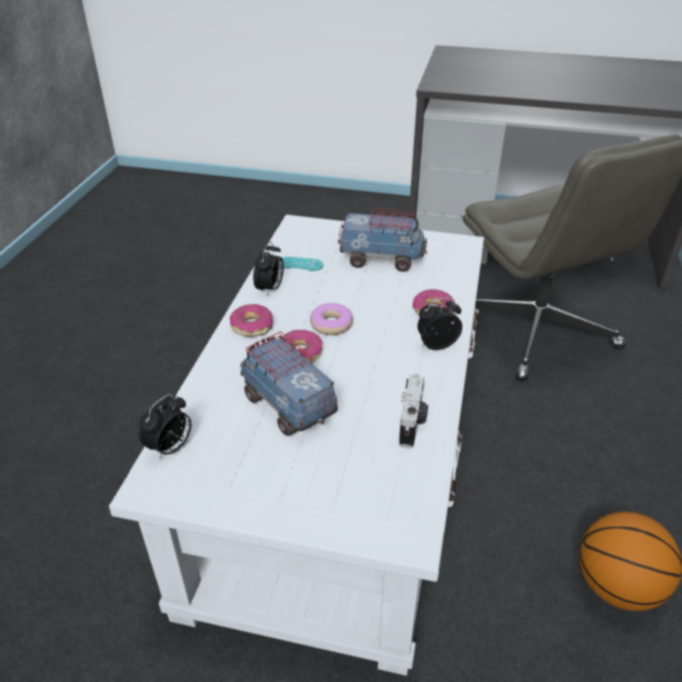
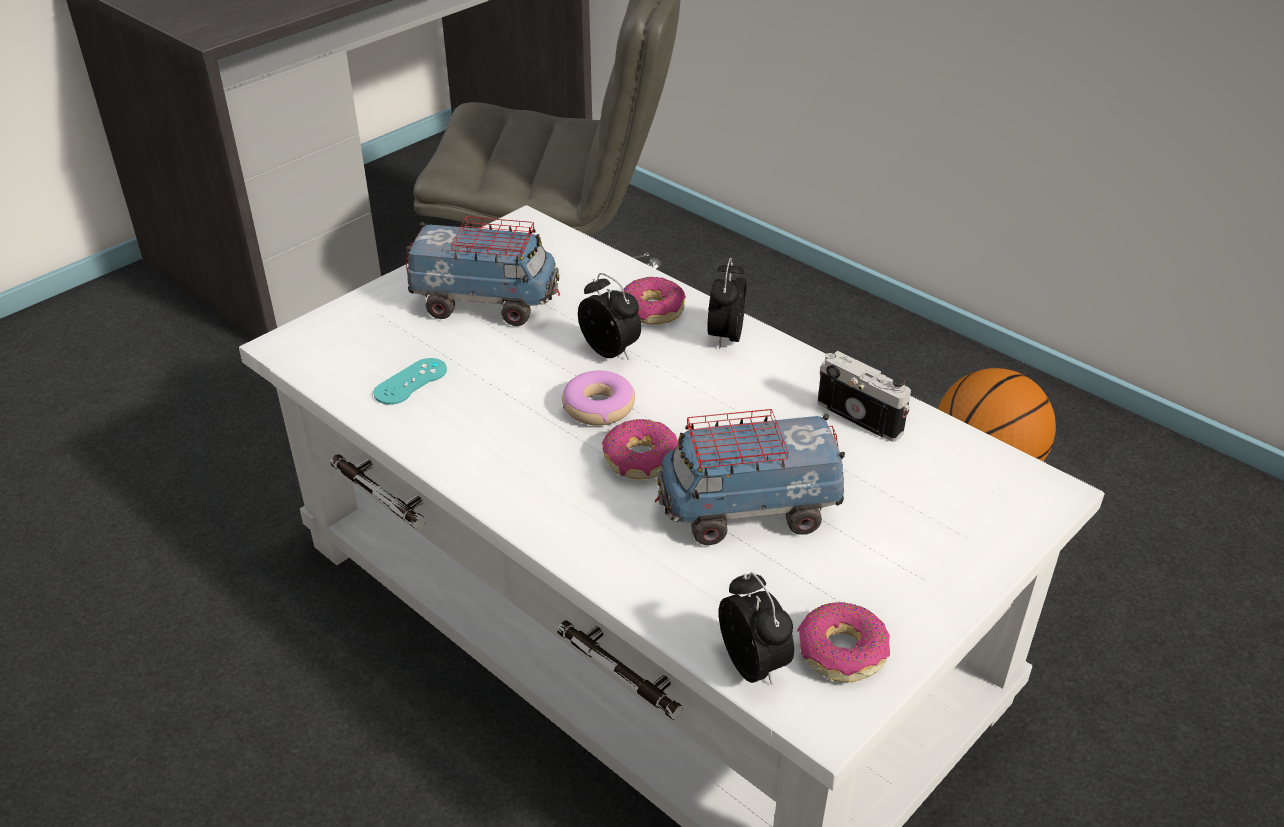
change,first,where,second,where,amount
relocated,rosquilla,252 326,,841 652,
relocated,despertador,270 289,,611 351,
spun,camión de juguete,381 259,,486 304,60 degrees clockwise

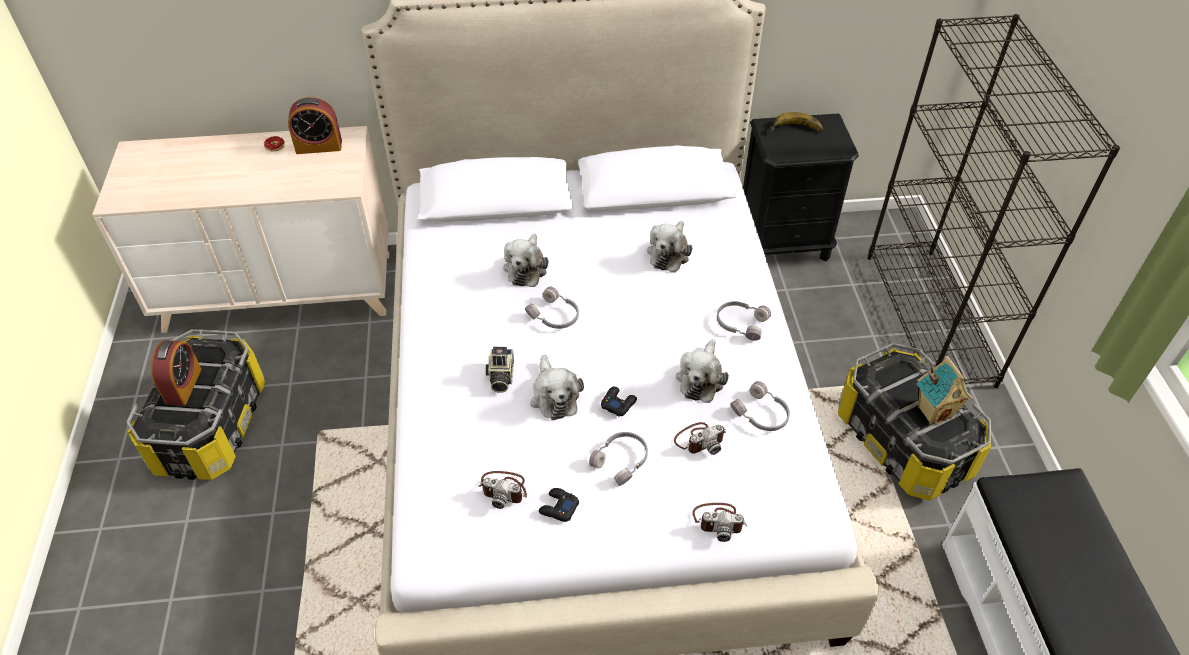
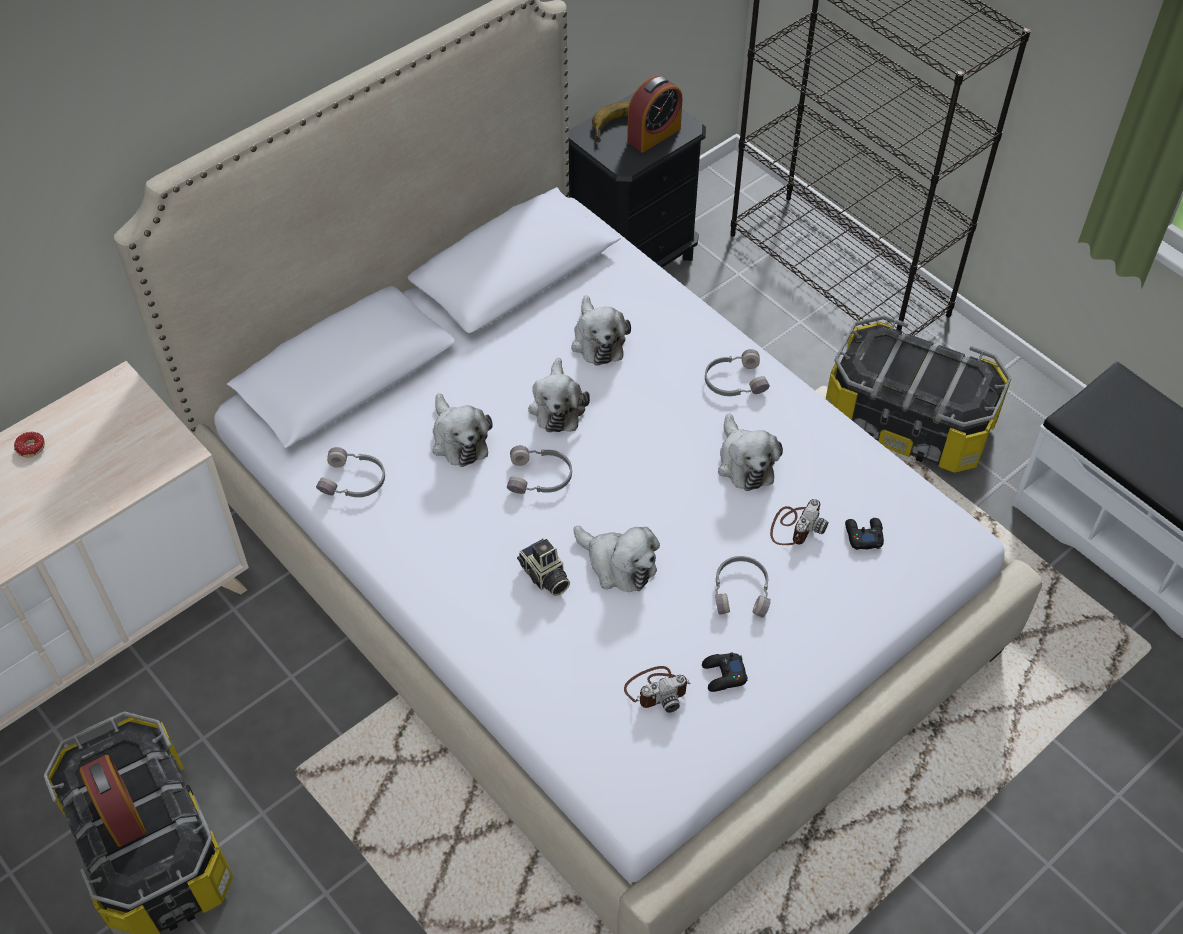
change,first,where,second,where,amount
relocated,despertador,319 146,,654 135,
relocated,mando de consola/negro,618 403,,863 535,
missing,cámara,719 521,,,
relocated,auriculares/gris,761 414,,354 481,
missing,casita,934 412,,,
appeared,,,peluche,557 406,

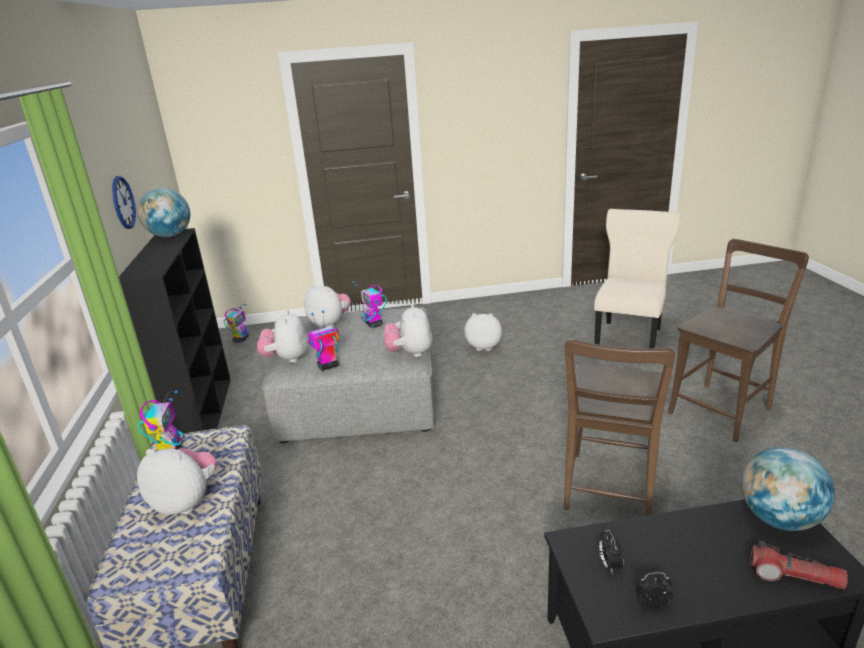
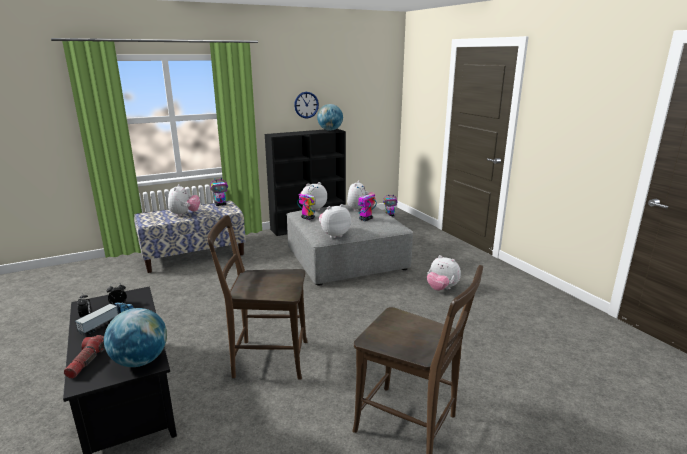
change,first,where,second,where,amount
spun,peluche,484 346,,441 289,135 degrees clockwise
missing,silla/beis,629 338,,,
appeared,,,camión de juguete,108 322,

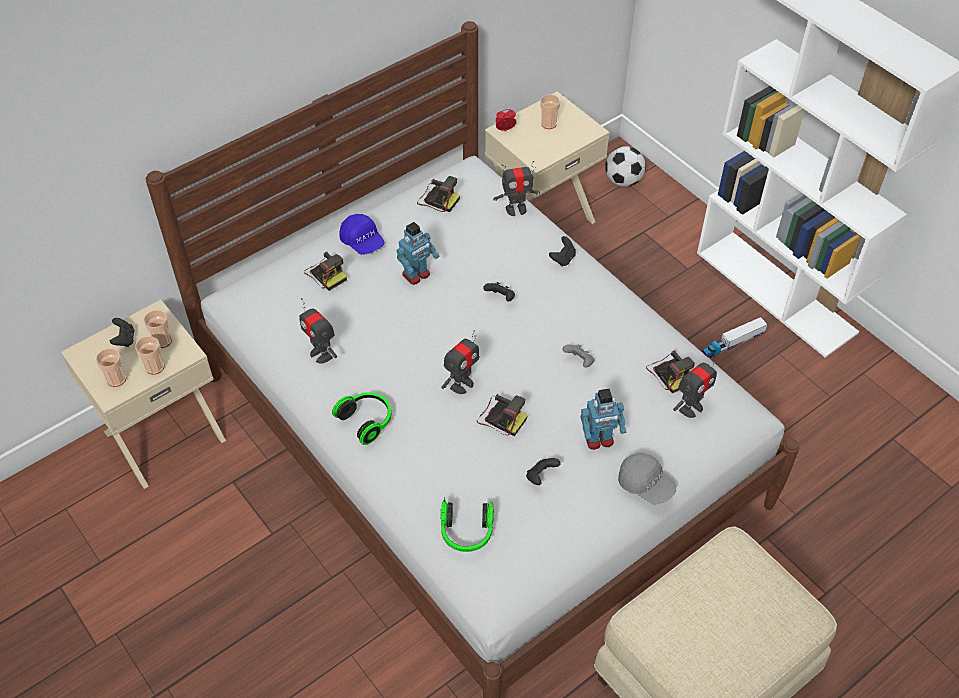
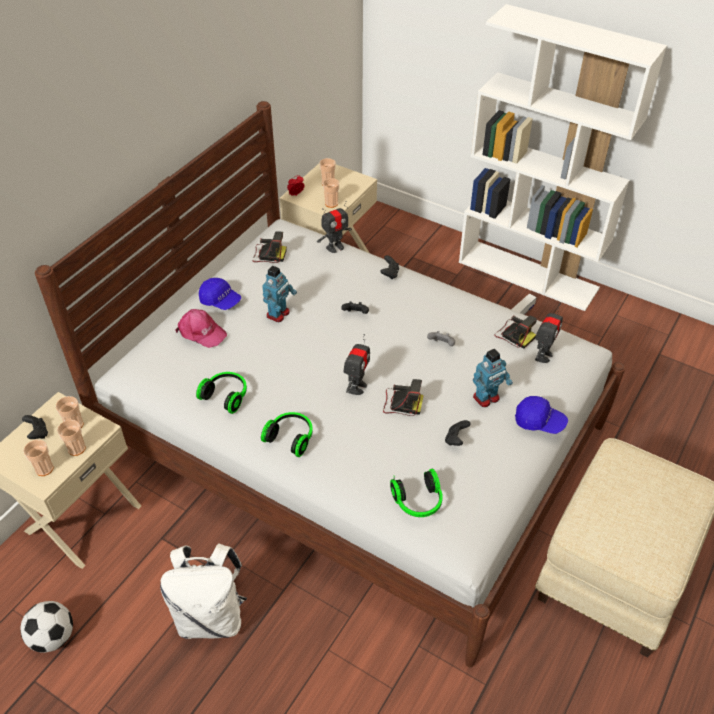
change,first,where,second,where,amount
exchanged,robot de juguete,321 354,auriculares,226 396,
exchanged,cámara,326 273,gorra/rosa,201 332,
relocated,balón de fútbol,623 181,,53 637,
colour,gorra/gris,645 484,gorra/azul,539 422,
appeared,,,mochila/blanco,211 616,
appeared,,,taza,331 203,

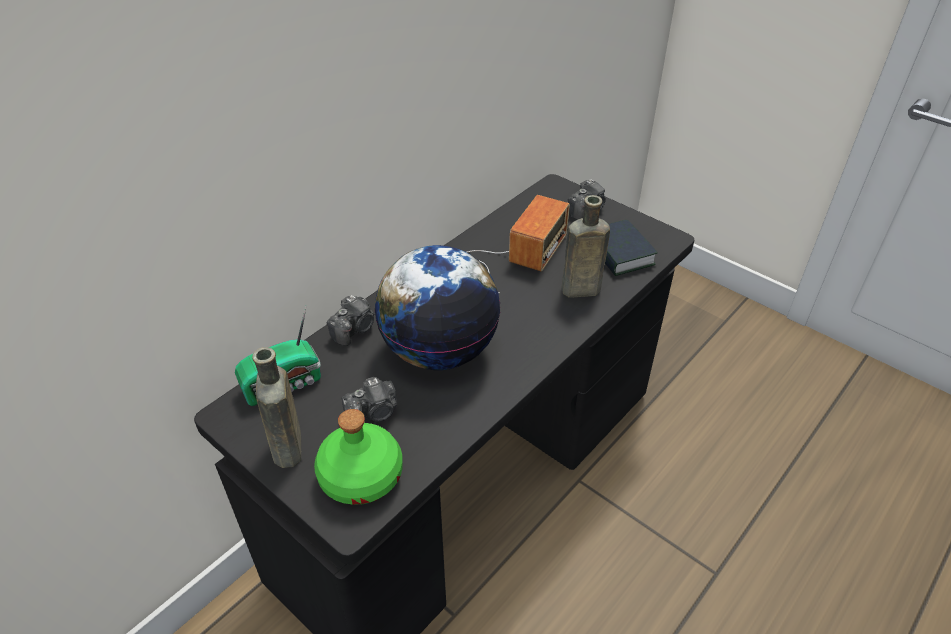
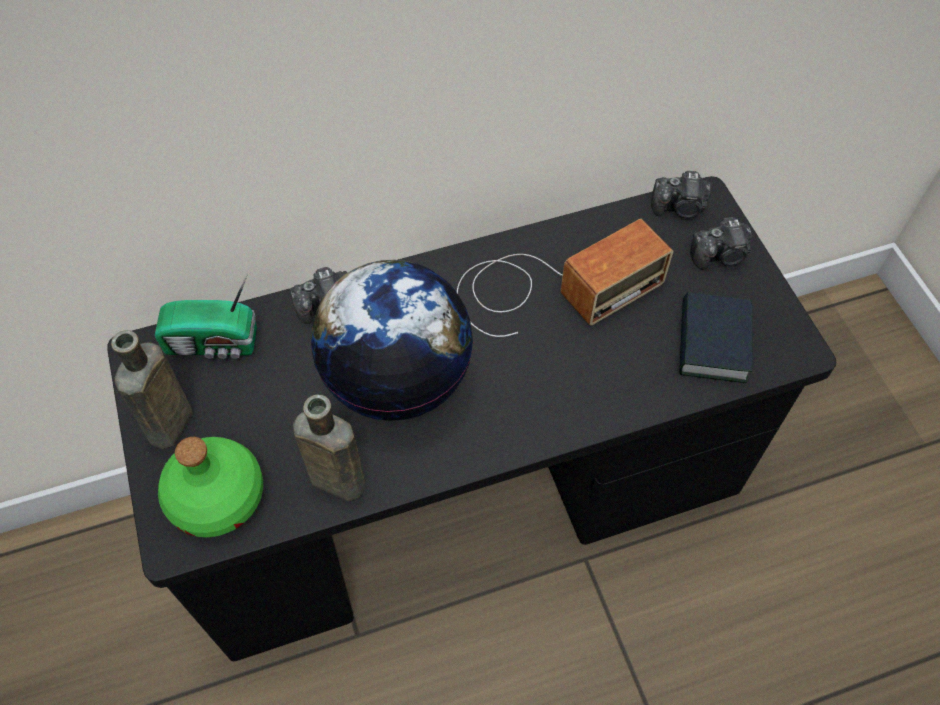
change,first,where,second,where,amount
relocated,cámara,374 413,,680 208,
relocated,botella/marrón,578 290,,334 479,

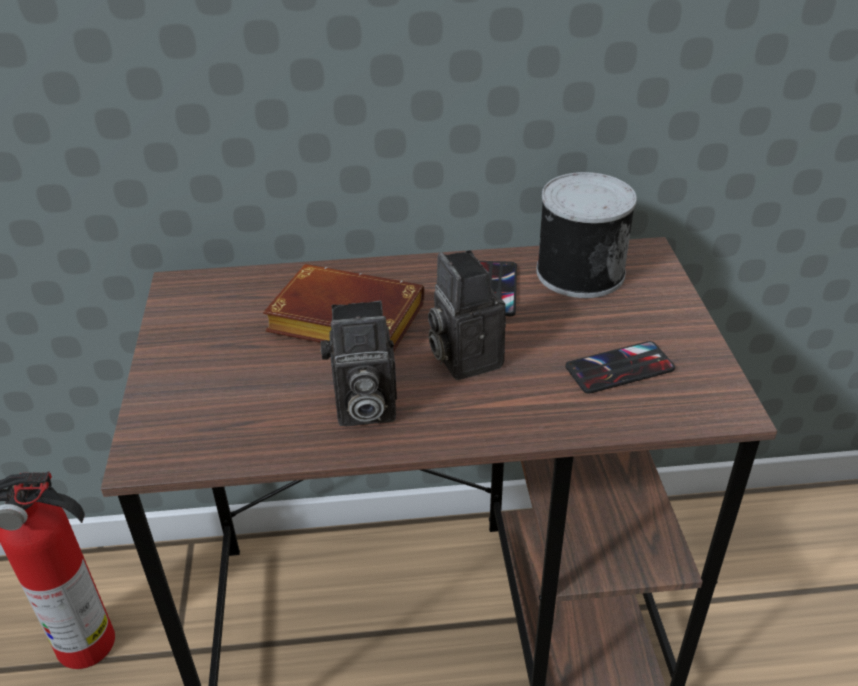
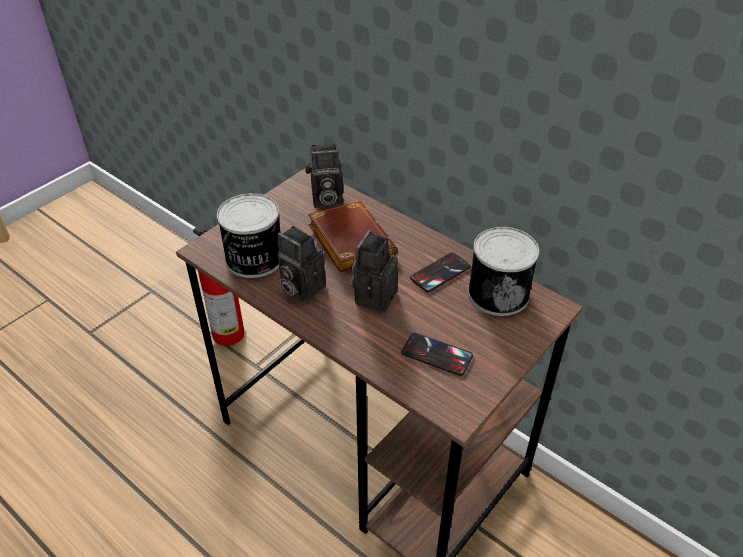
change,first,where,second,where,amount
appeared,,,lata,254 259,
appeared,,,cámara,325 200,

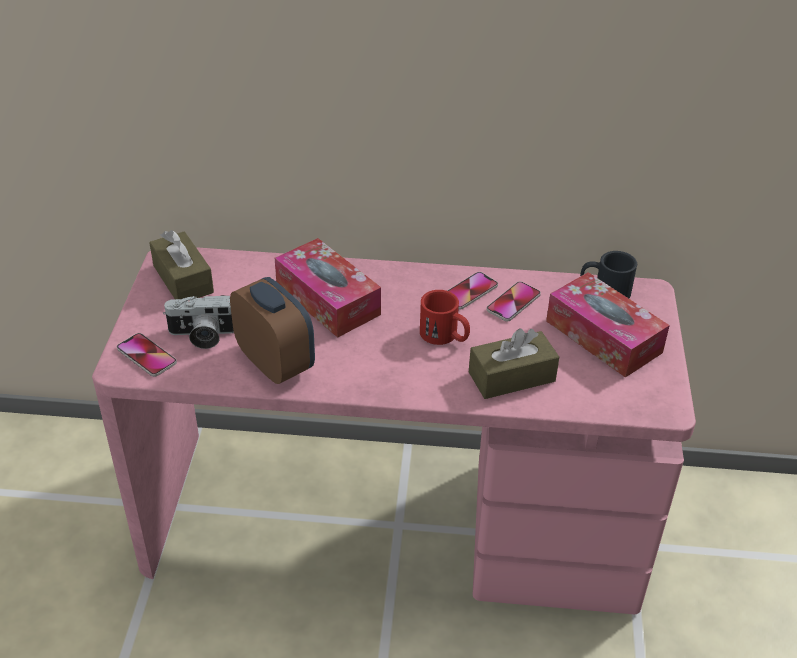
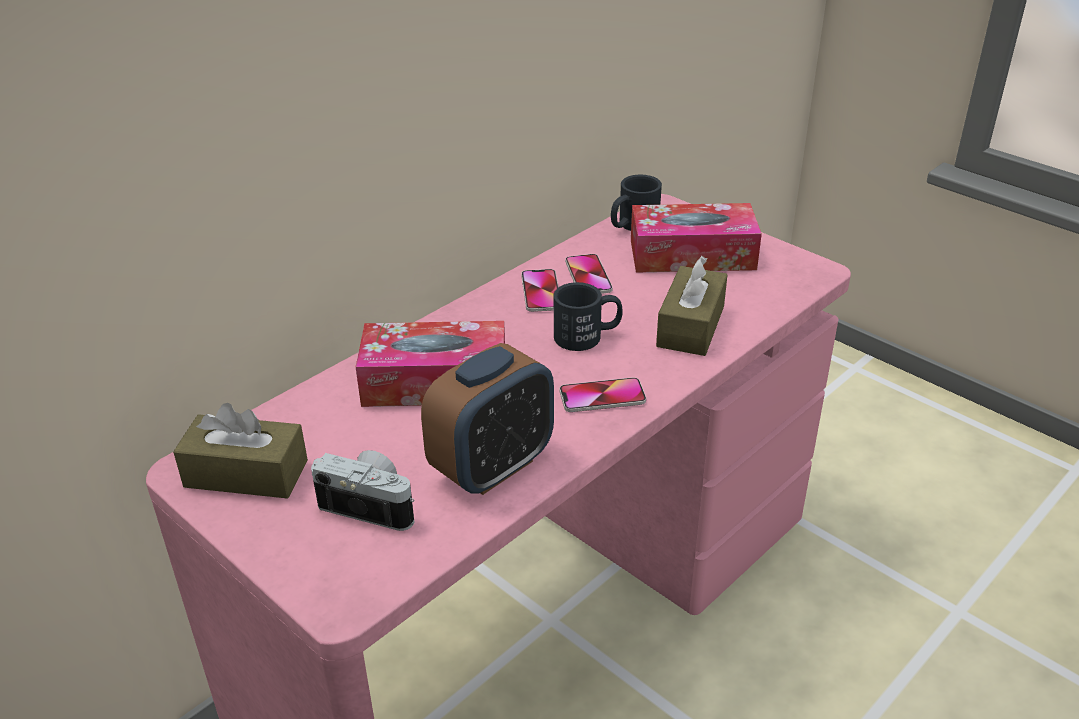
change,first,where,second,where,amount
relocated,móvil,146 356,,602 397,
spun,cámara,202 336,,372 504,105 degrees counterclockwise
spun,despertador,275 363,,492 467,135 degrees clockwise
colour,taza grande/rojo,445 336,taza grande/negro,587 336,

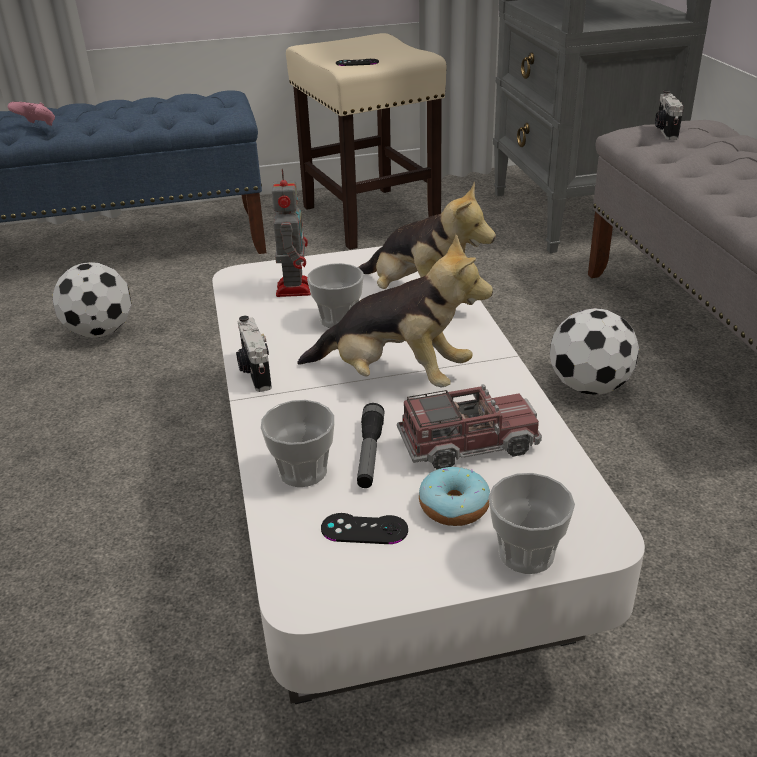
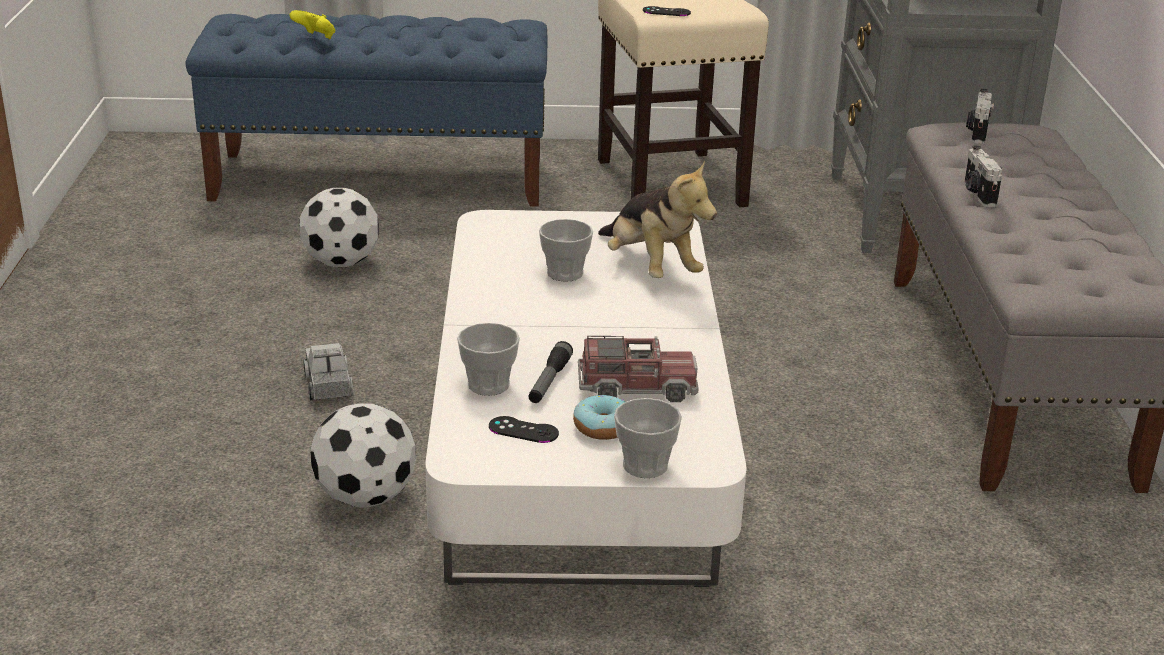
change,first,where,second,where,amount
colour,mando de consola/rosa,37 126,mando de consola/amarillo,315 38,
relocated,cámara,254 372,,977 194,
missing,robot de juguete,294 288,,,
missing,peluche,395 376,,,
relocated,balón de fútbol,590 386,,366 497,
appeared,,,camión de juguete,328 386,

